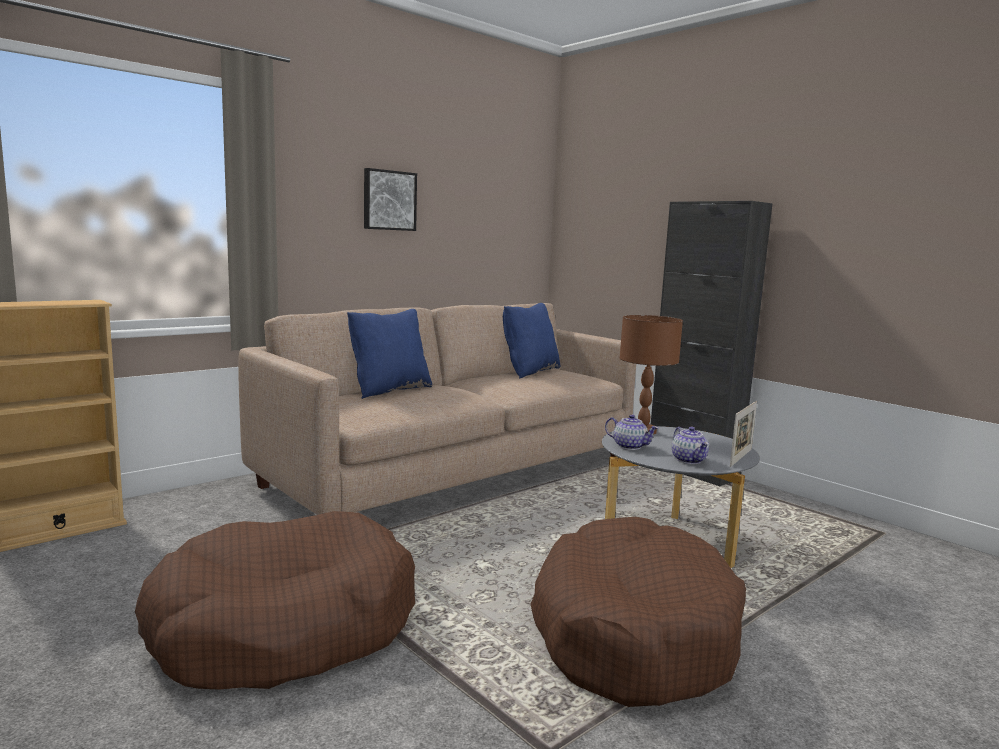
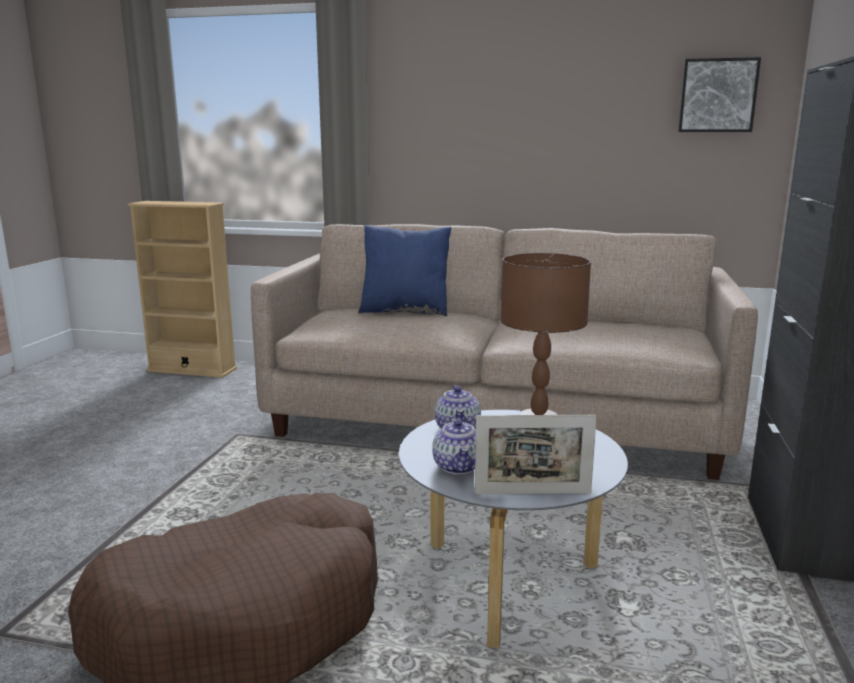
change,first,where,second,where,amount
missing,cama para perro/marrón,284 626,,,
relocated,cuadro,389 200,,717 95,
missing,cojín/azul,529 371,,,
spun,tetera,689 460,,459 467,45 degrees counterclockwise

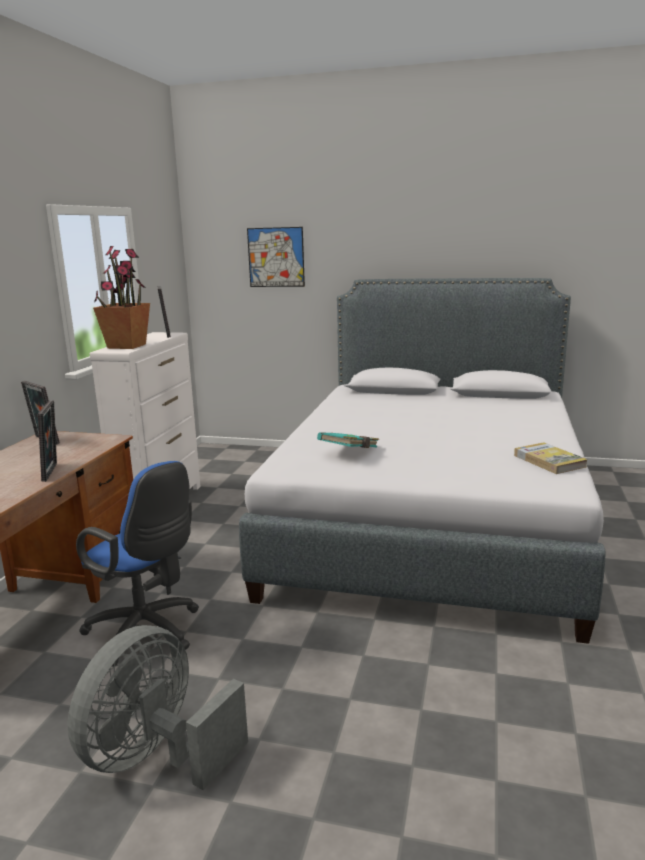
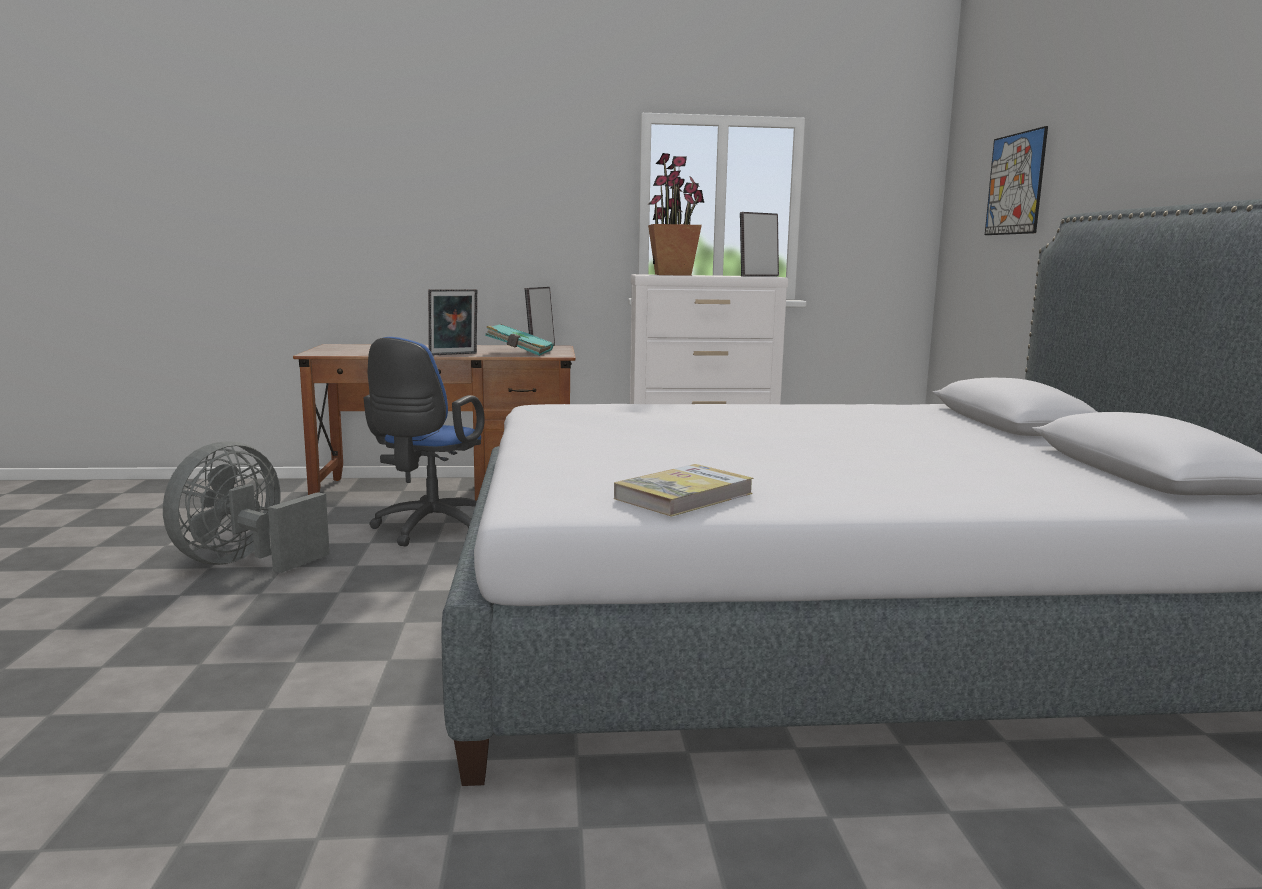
change,first,where,second,where,amount
spun,ventilador/gris,157 757,,245 563,75 degrees counterclockwise
relocated,libro/turquesa,350 452,,519 352,

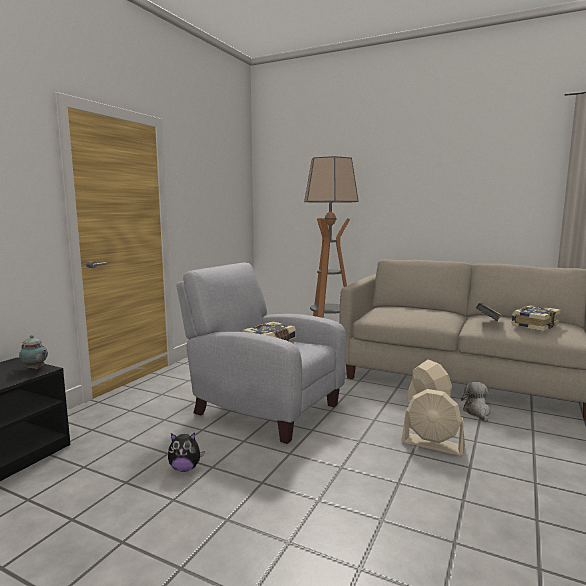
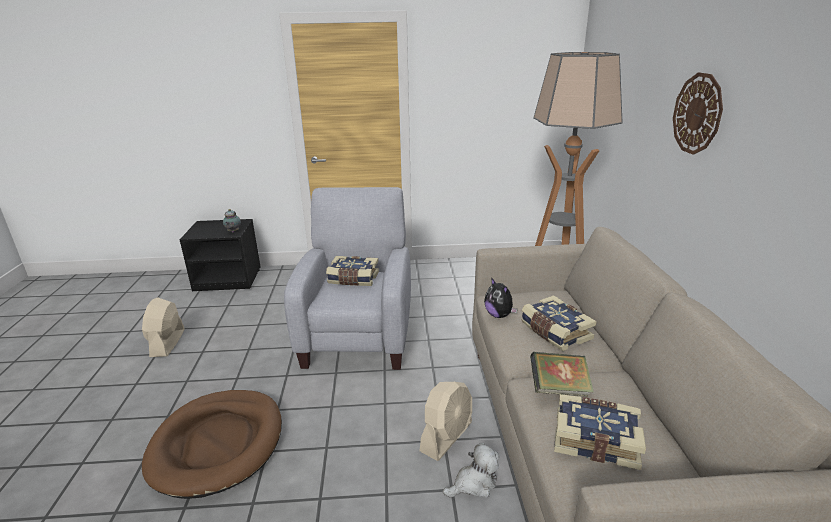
change,first,where,second,where,amount
relocated,peluche,185 468,,499 315,
relocated,ventilador/beis,433 444,,167 343,
appeared,,,cama para perro/marrón,218 444,
appeared,,,libro,554 332,
appeared,,,reloj de pared,697 114,

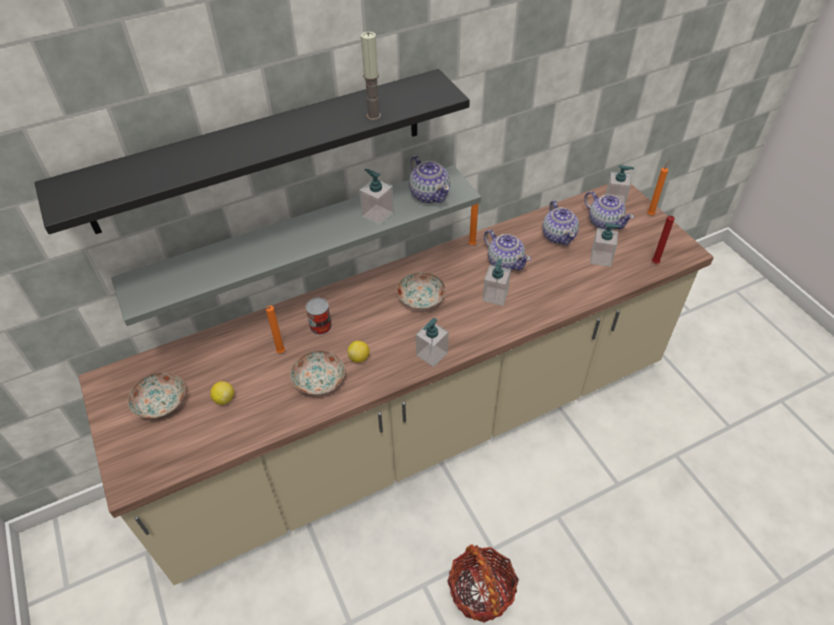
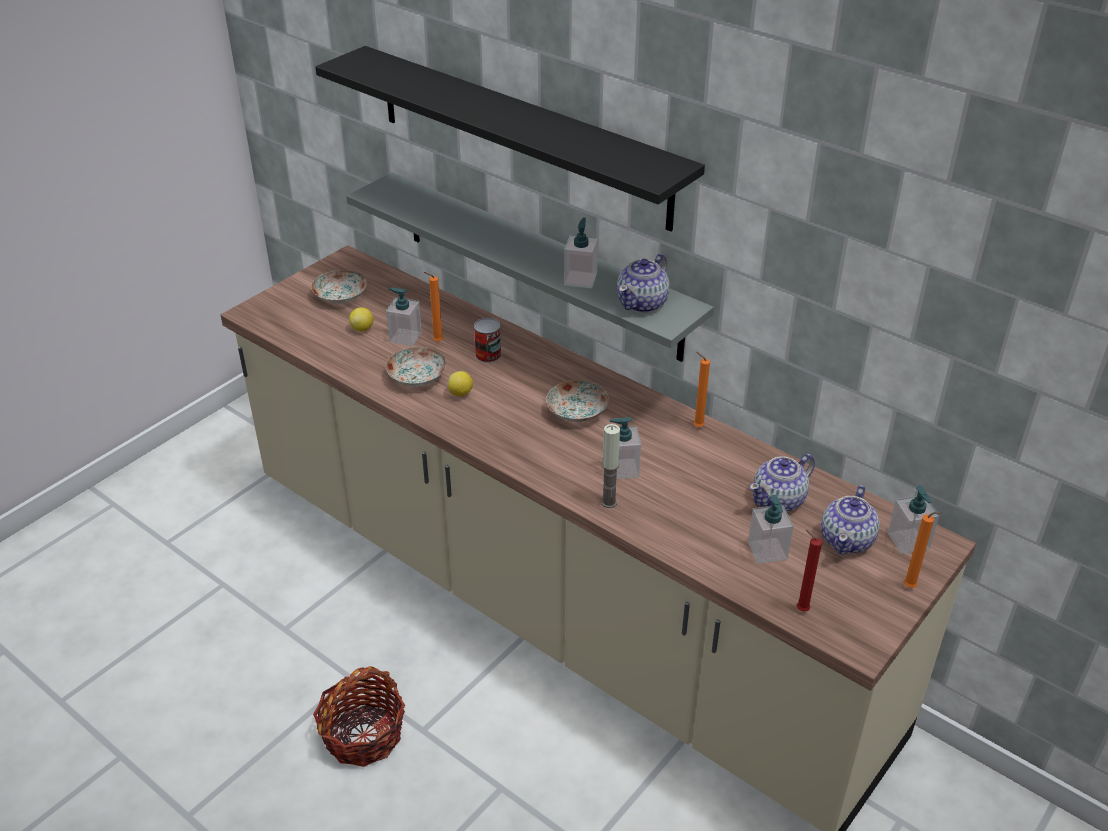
change,first,where,second,where,amount
relocated,vela,374 116,,609 502,
relocated,dispensador de jabón,431 354,,405 337,
missing,tetera,505 262,,,

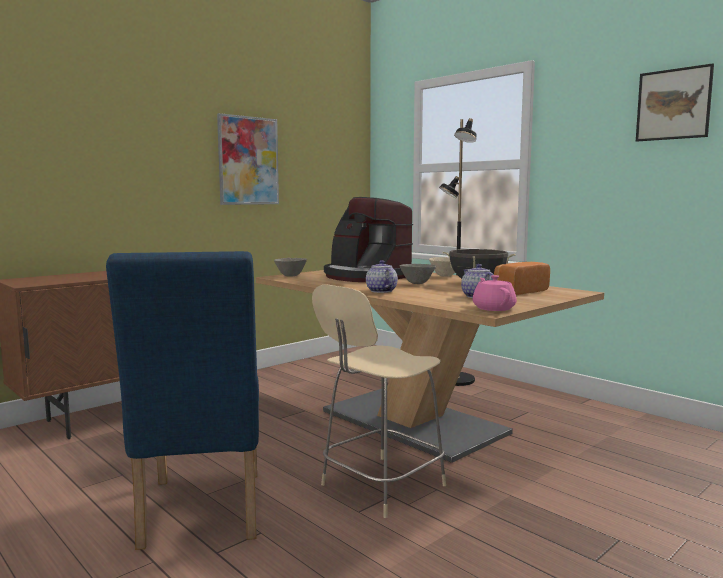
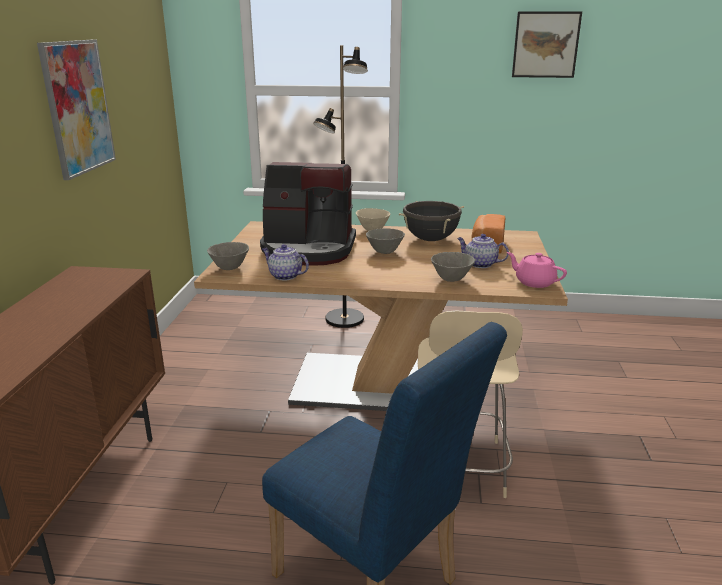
change,first,where,second,where,amount
relocated,tetera,380 291,,284 276,
appeared,,,cuenco/gris,451 279,

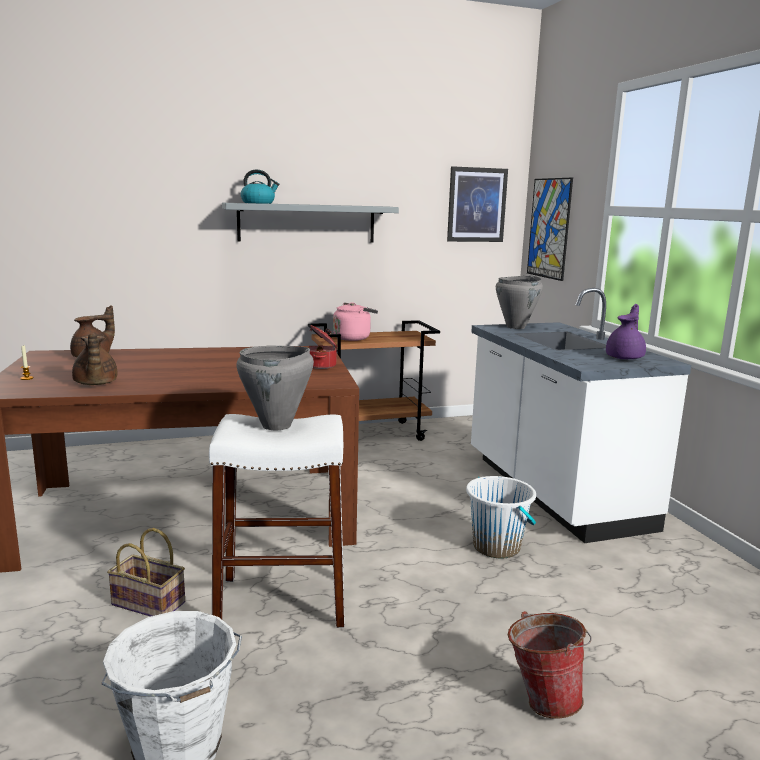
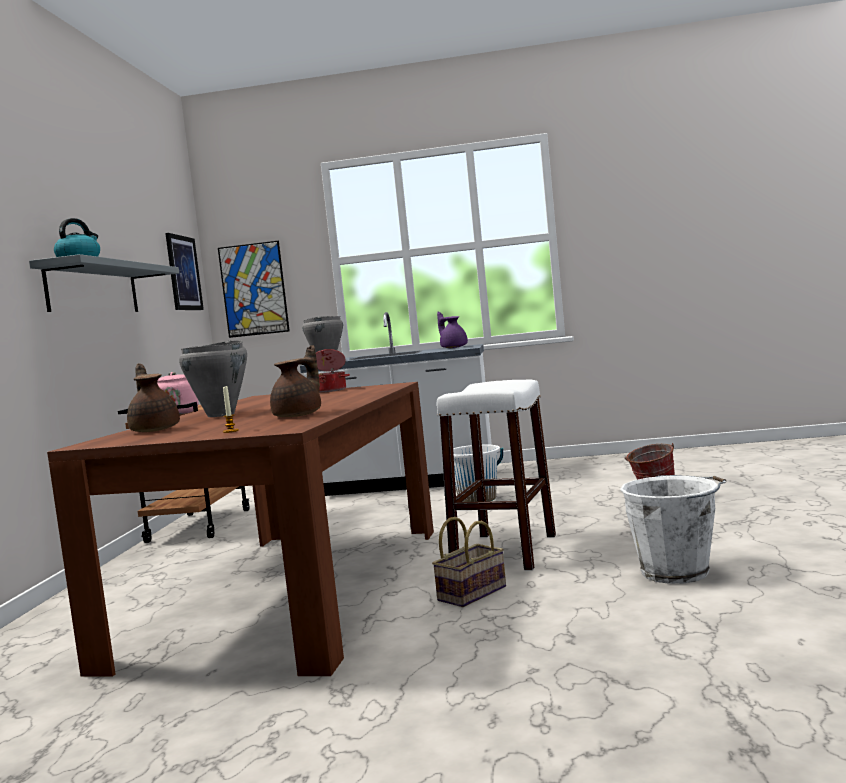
change,first,where,second,where,amount
spun,tetera/marrón,95 384,,300 415,60 degrees counterclockwise
relocated,olla/gris,277 426,,221 415,

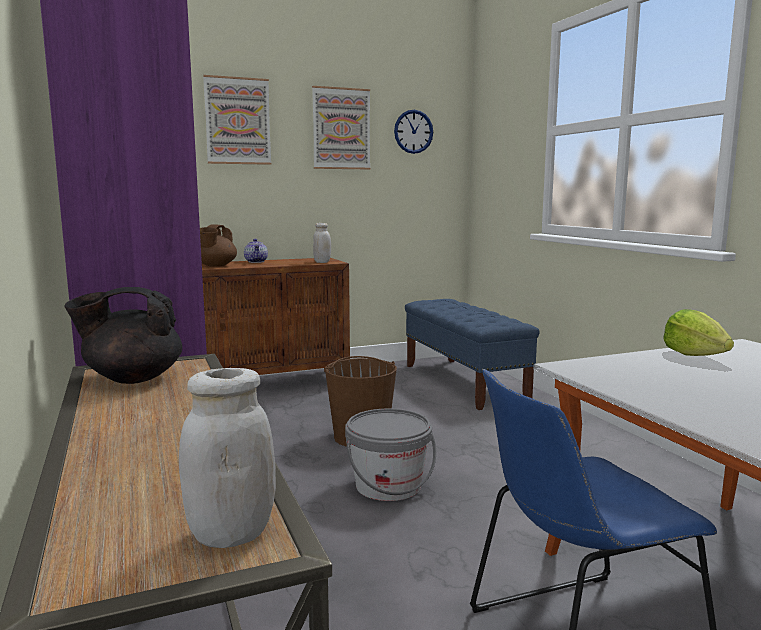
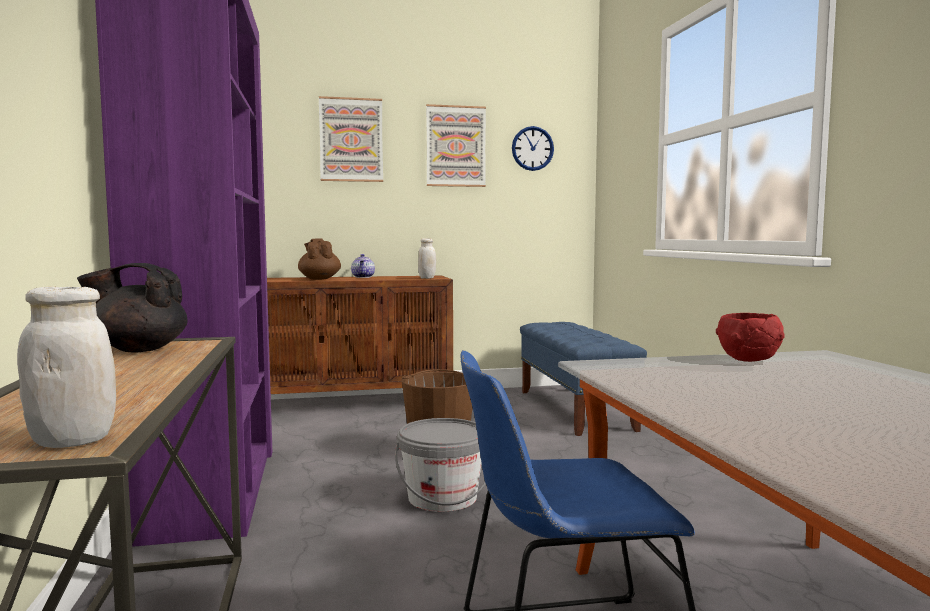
change,first,where,second,where,amount
spun,tetera/marrón,215 266,,319 279,135 degrees clockwise
exchanged,lechuga,694 355,cuenco/rojo,748 360,

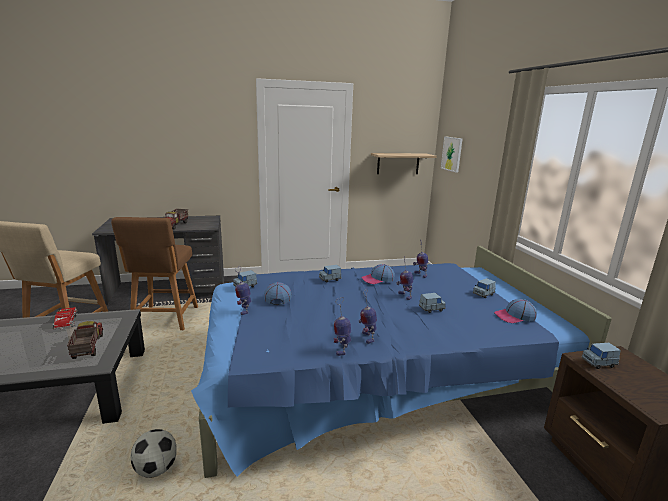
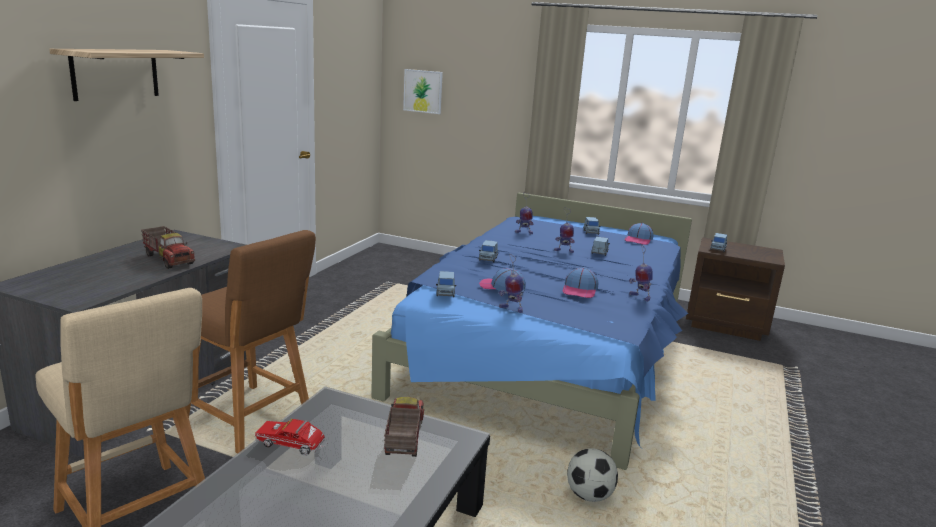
change,first,where,second,where,amount
spun,camión de juguete,87 347,,403 438,75 degrees clockwise
missing,robot de juguete,367 337,,,
relocated,gorra,378 279,,580 290,
relocated,estante,398 163,,115 74,

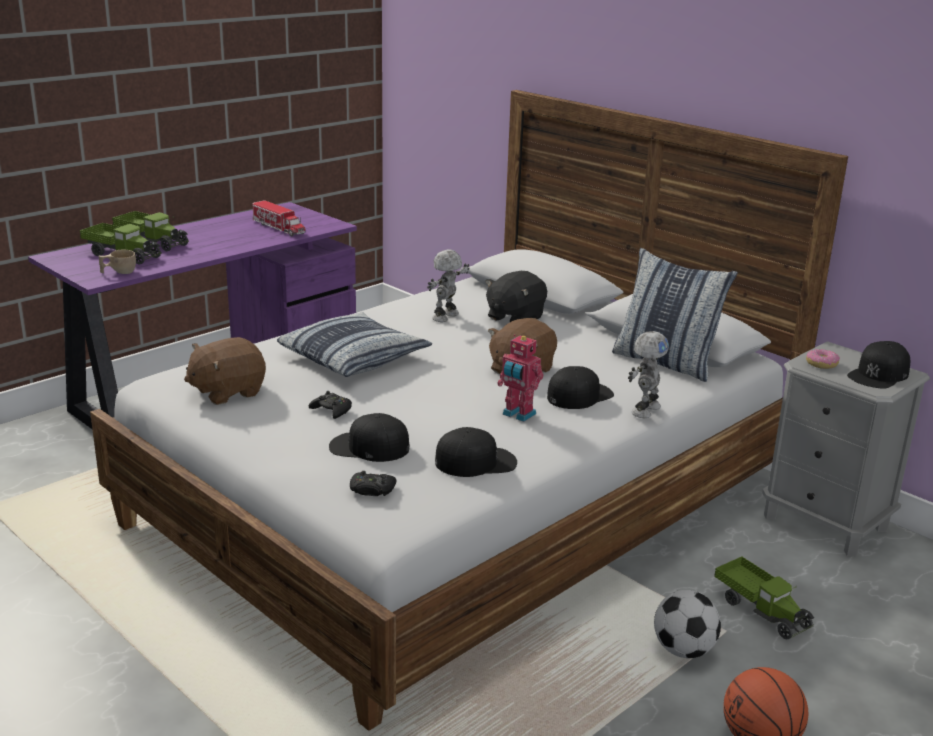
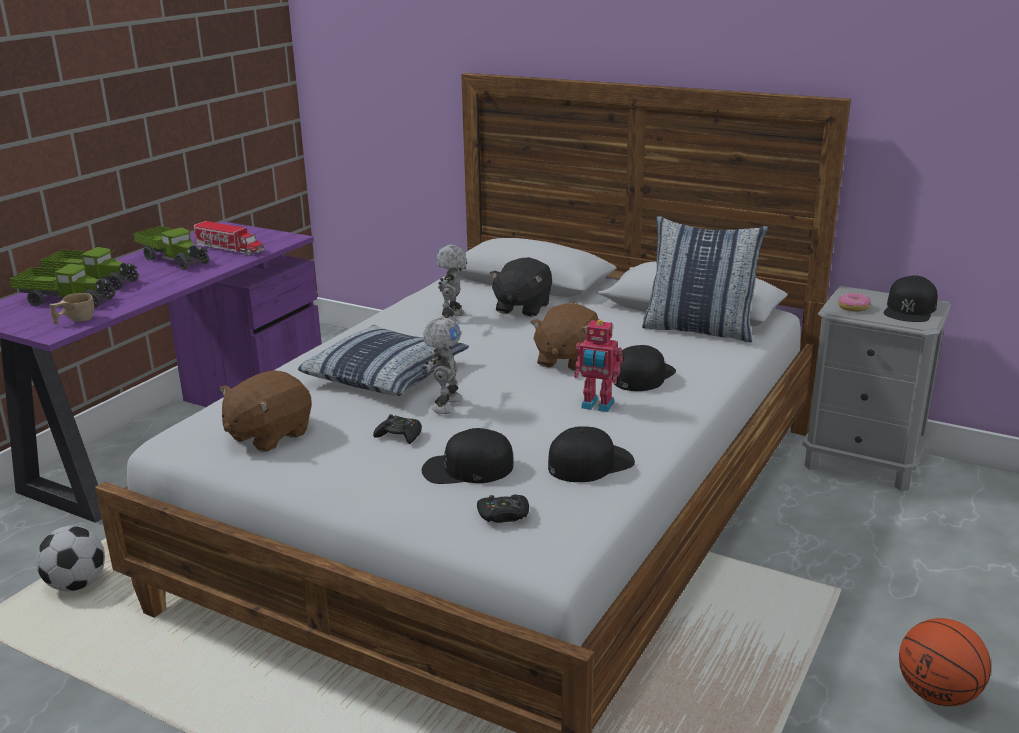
change,first,where,second,where,amount
relocated,robot de juguete,644 410,,445 404,
relocated,balón de fútbol,682 650,,76 585,
relocated,camión de juguete,761 609,,174 259,

